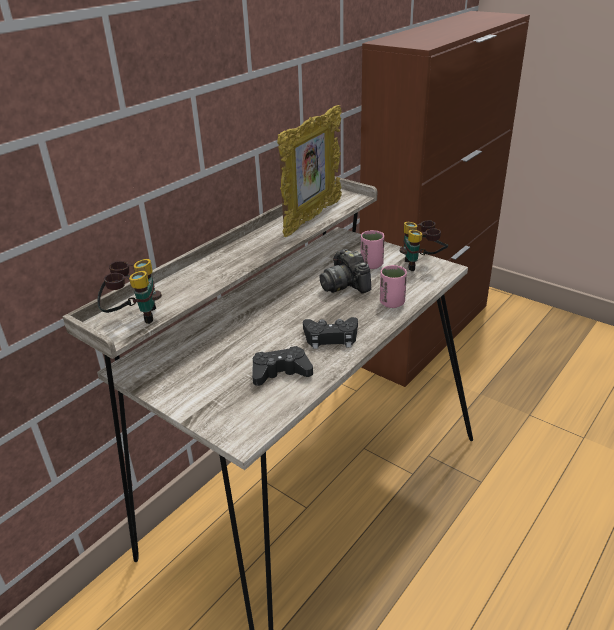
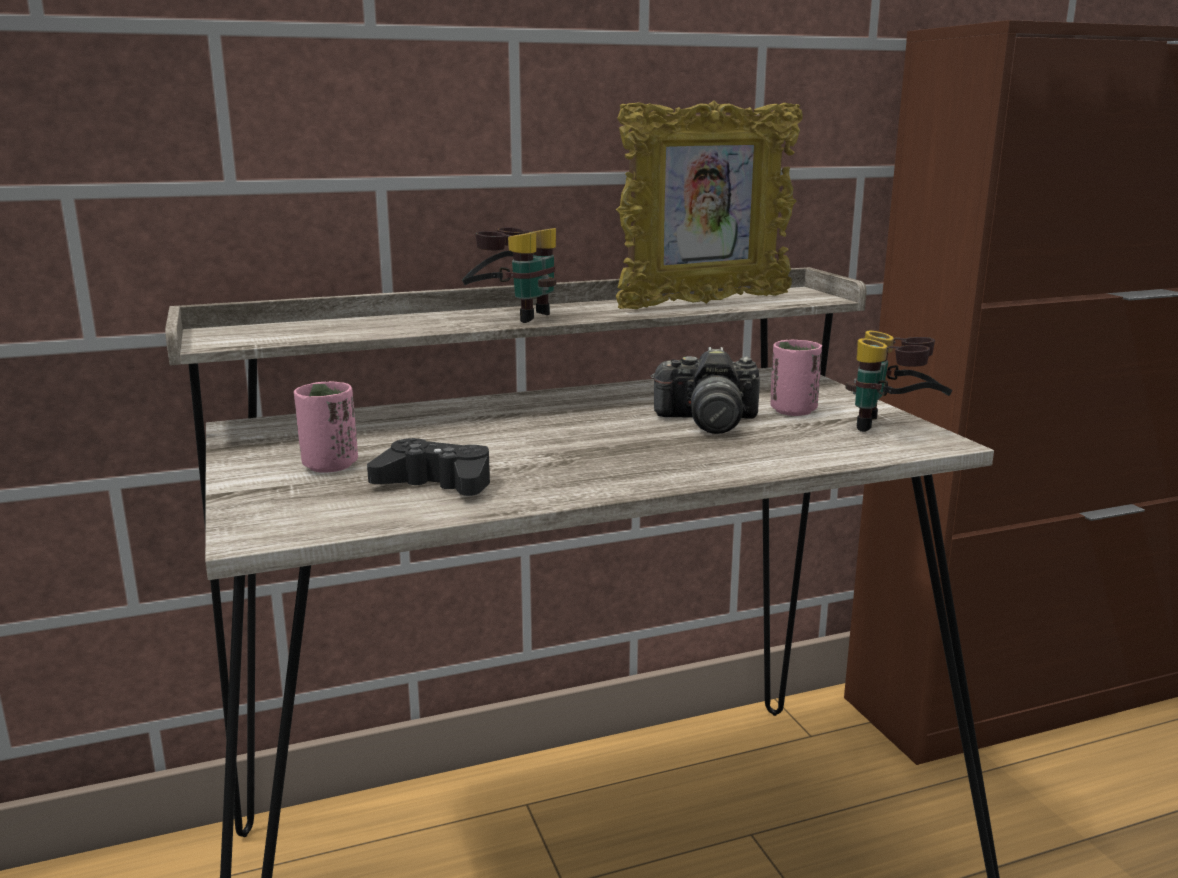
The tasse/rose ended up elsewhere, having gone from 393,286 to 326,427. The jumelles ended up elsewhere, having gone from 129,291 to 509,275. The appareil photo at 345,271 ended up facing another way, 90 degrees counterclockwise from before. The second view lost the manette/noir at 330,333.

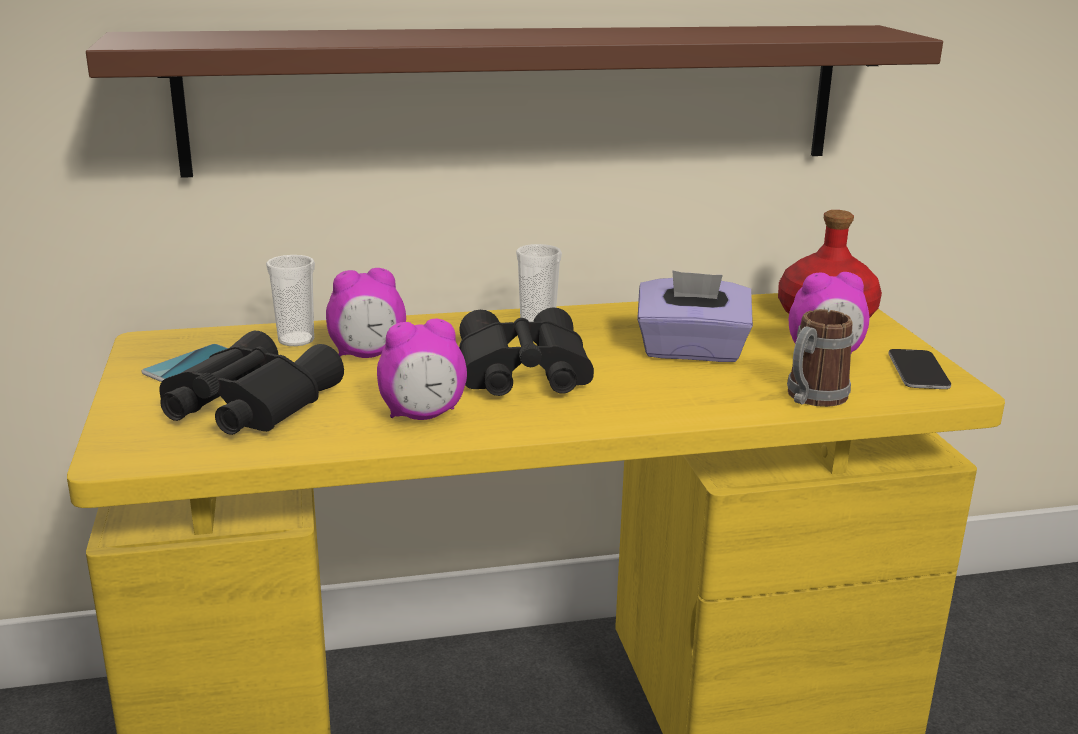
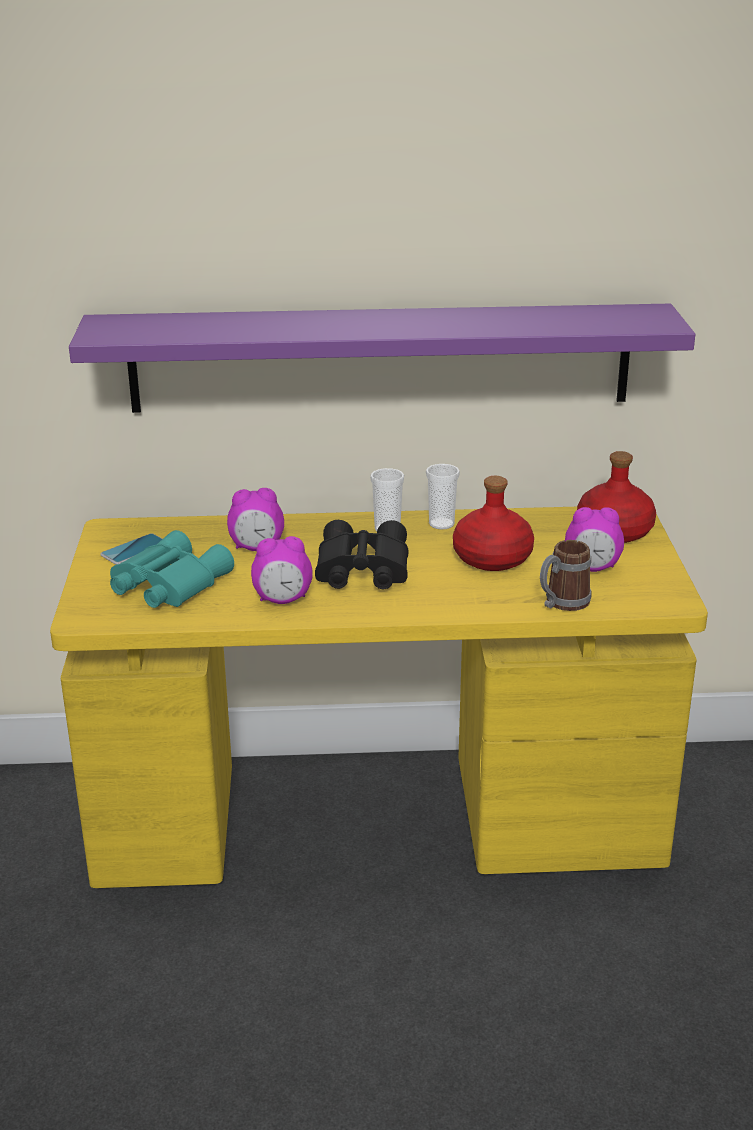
What was the étagère/marron at 514,101 turned into the étagère/violet at 382,358. What was the jumelles/noir at 251,383 turned into the jumelles/turquoise at 172,569. The tasse ended up elsewhere, having gone from 290,300 to 443,496. Where the boîte à mouchoirs/violet stood at 695,316, the bouteille/rouge came to stand at 493,523. The second view lost the téléphone at 919,369.

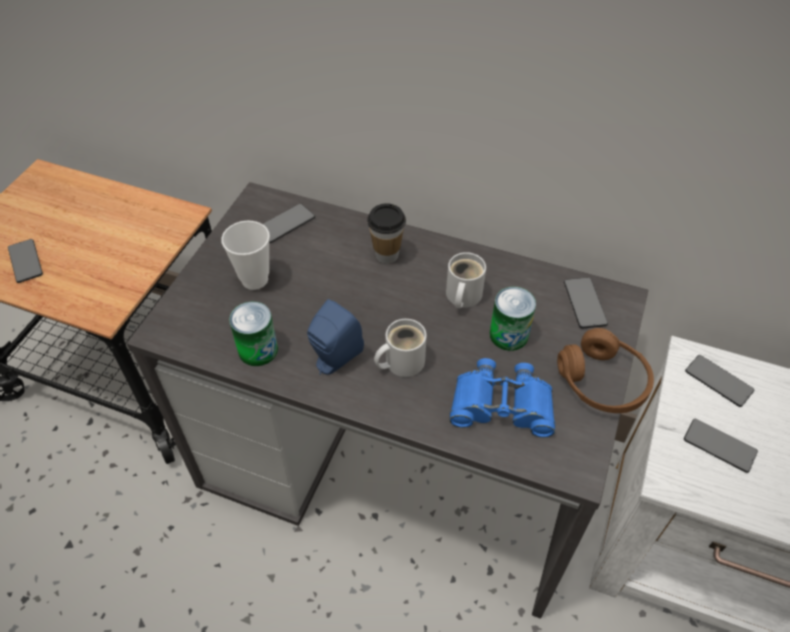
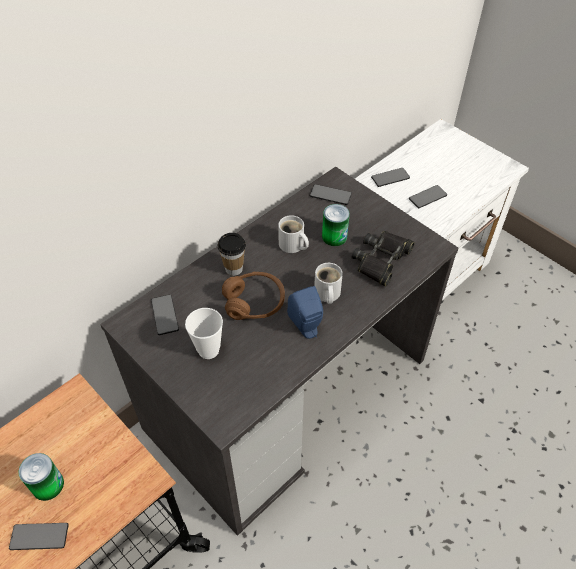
The boîte métallique ended up elsewhere, having gone from 253,334 to 41,477. The casque audio/marron ended up elsewhere, having gone from 605,370 to 253,296. What was the jumelles/bleu at 502,398 turned into the jumelles/noir at 383,259.

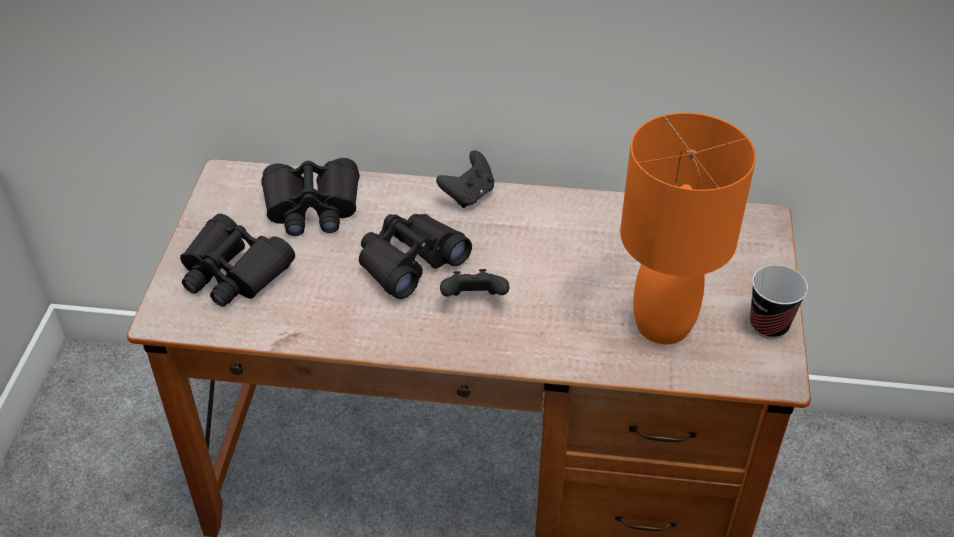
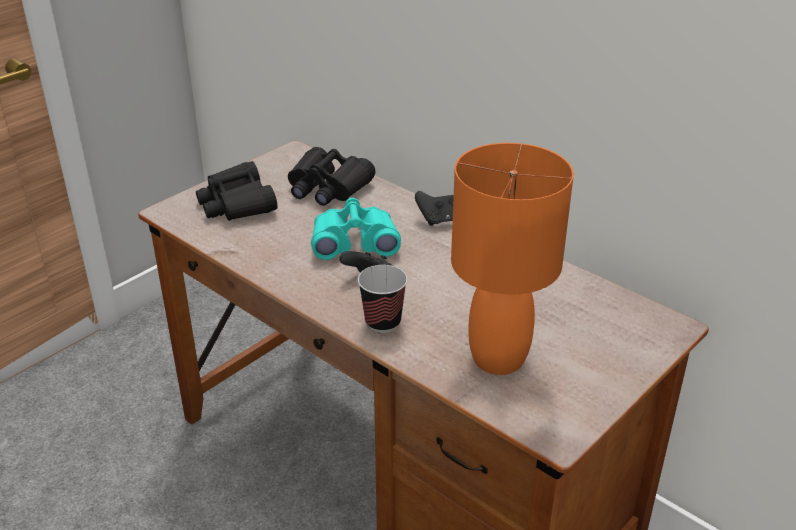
What was the jumelles/noir at 415,256 turned into the jumelles/turquoise at 356,229. The tasse ended up elsewhere, having gone from 779,302 to 382,299.

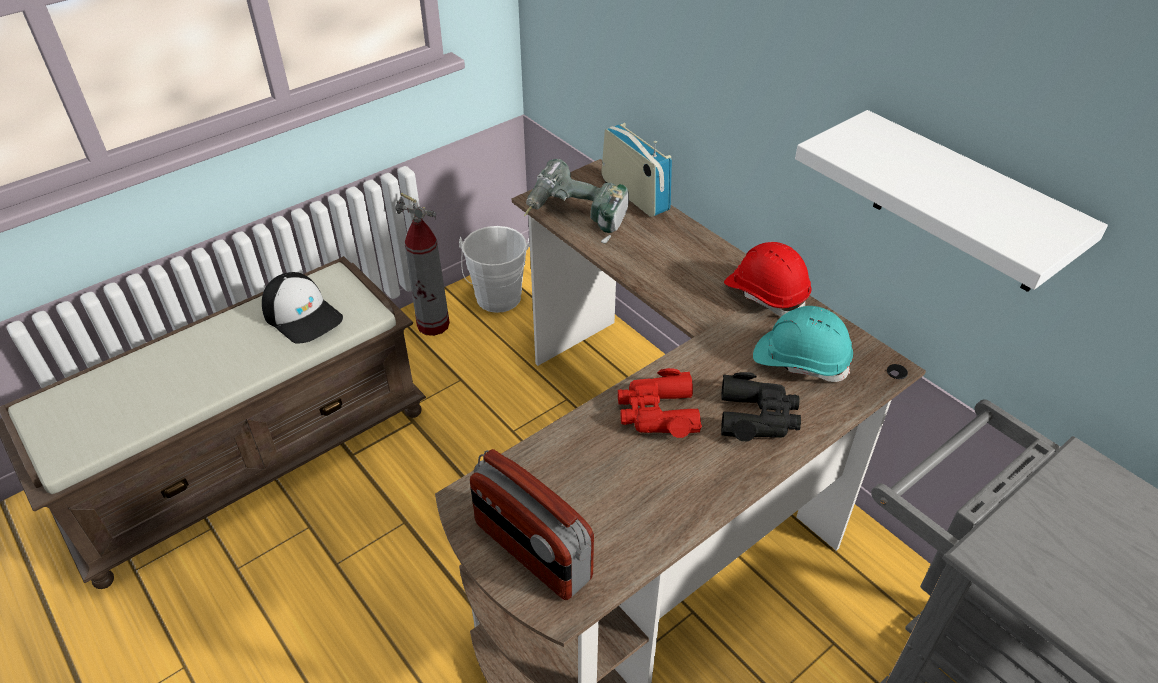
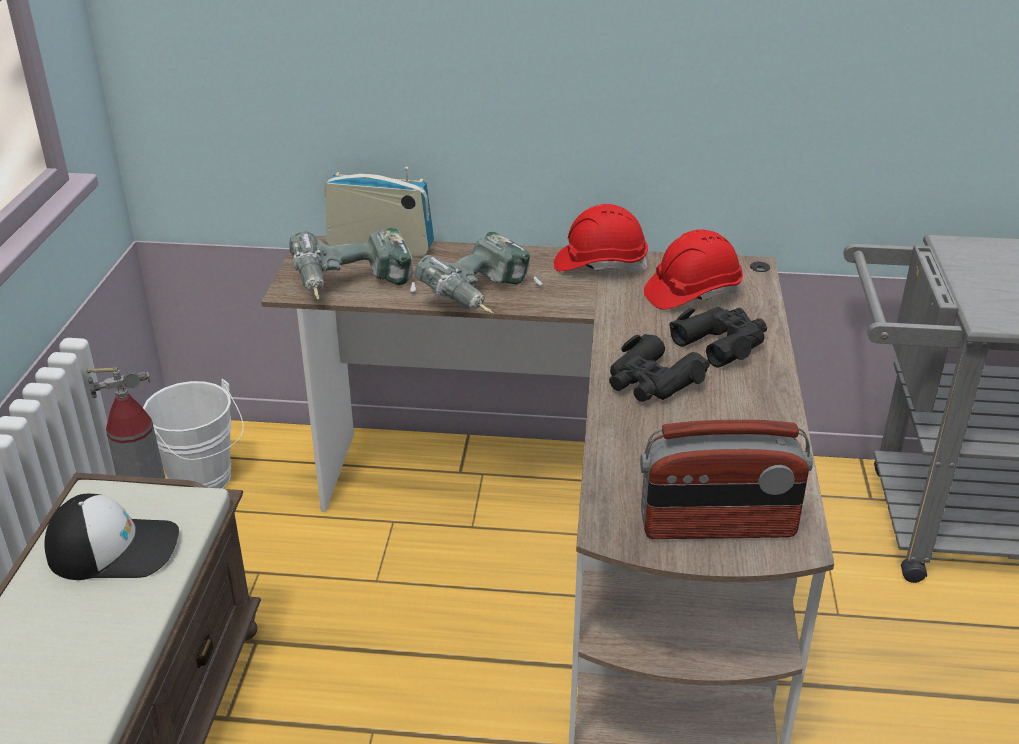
The second view gained the perceuse at 478,273. What was the jumelles/rouge at 660,403 turned into the jumelles/noir at 659,368. What was the casque de chantier/turquoise at 803,344 turned into the casque de chantier/rouge at 693,269. The second view lost the étagère/blanc at 951,201.

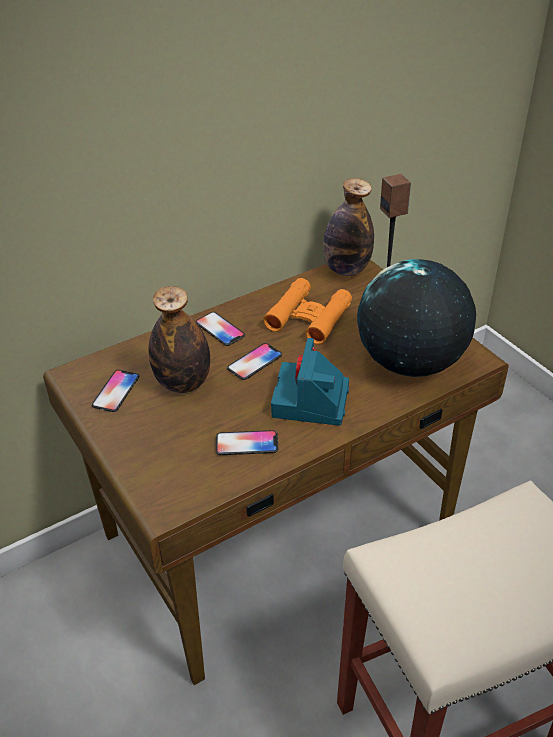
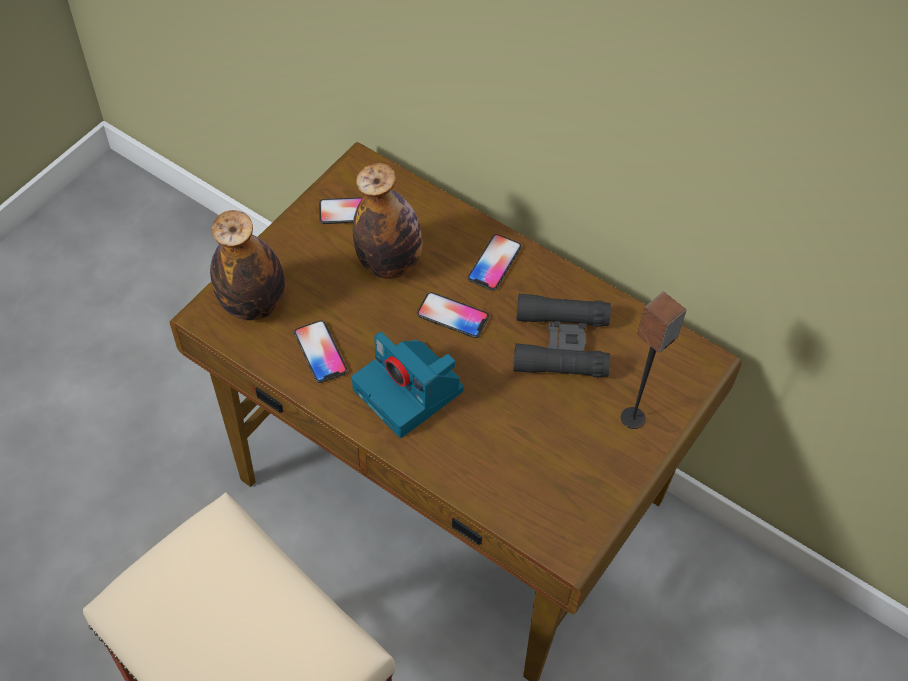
The bouteille ended up elsewhere, having gone from 348,227 to 247,265. The appareil photo at 310,382 ended up facing another way, 120 degrees counterclockwise from before. What was the jumelles/orange at 307,311 turned into the jumelles/noir at 562,335. The second view lost the globe at 416,318.

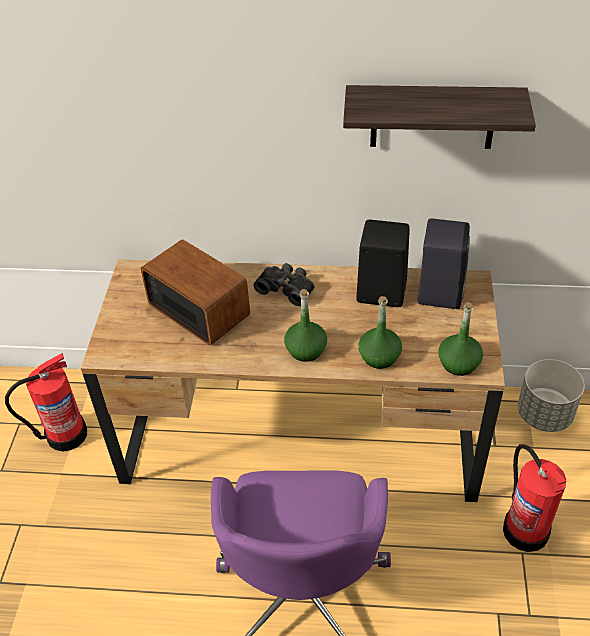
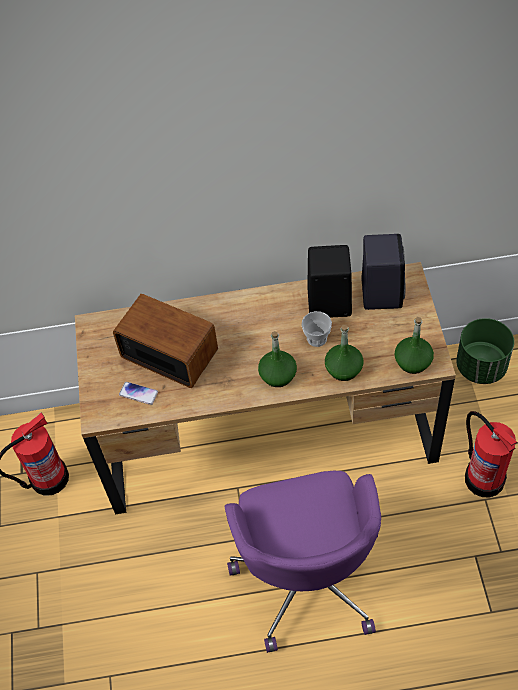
The second view gained the téléphone at 138,393. The second view gained the tasse at 317,329. What was the cache-pot/gris at 551,395 turned into the cache-pot/vert at 485,351. The second view lost the jumelles/noir at 283,284. The second view lost the étagère at 439,117.

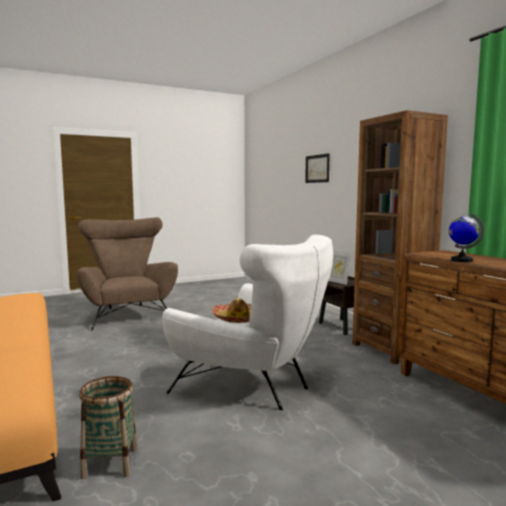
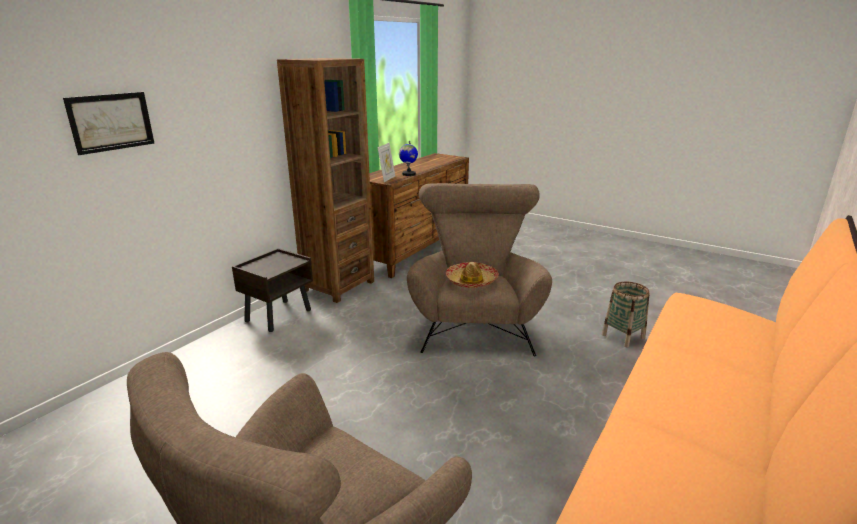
The cadre photo ended up elsewhere, having gone from 339,268 to 386,162. What was the fauteuil/blanc at 247,322 turned into the fauteuil/marron at 479,270.

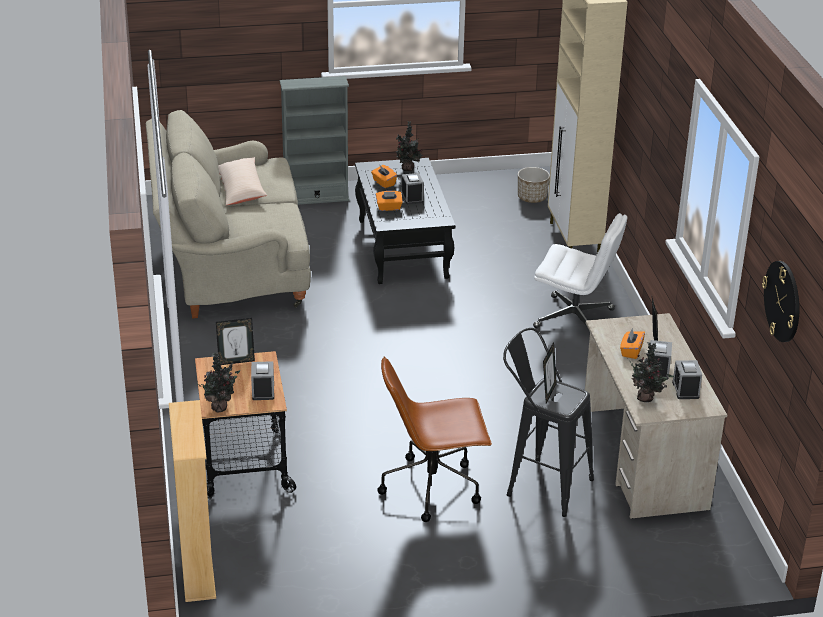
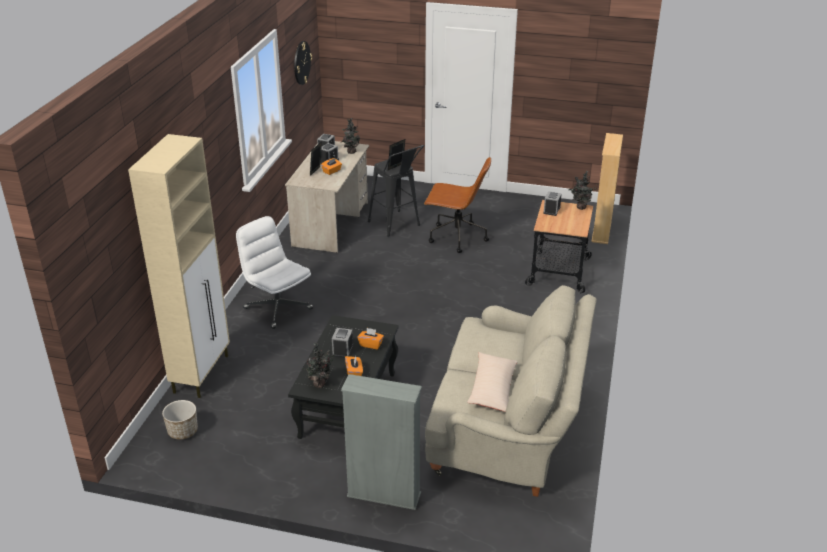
The second view lost the cadre photo at 235,341.

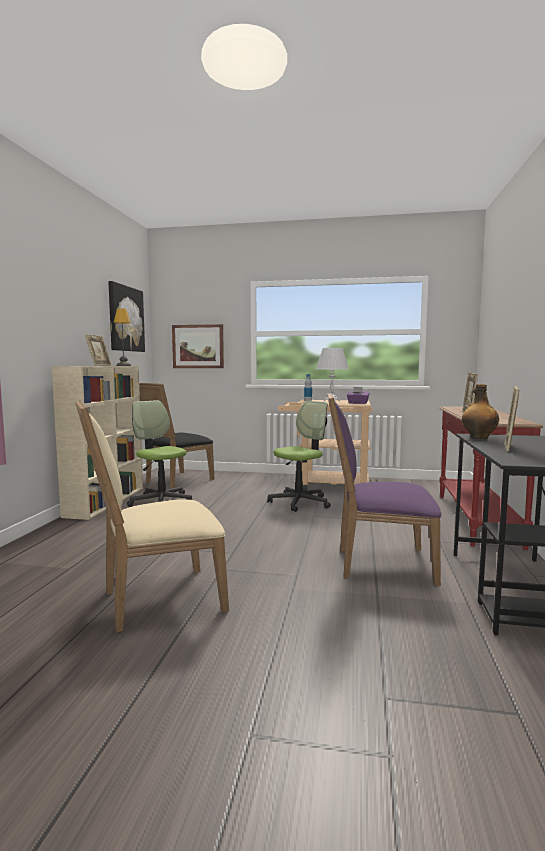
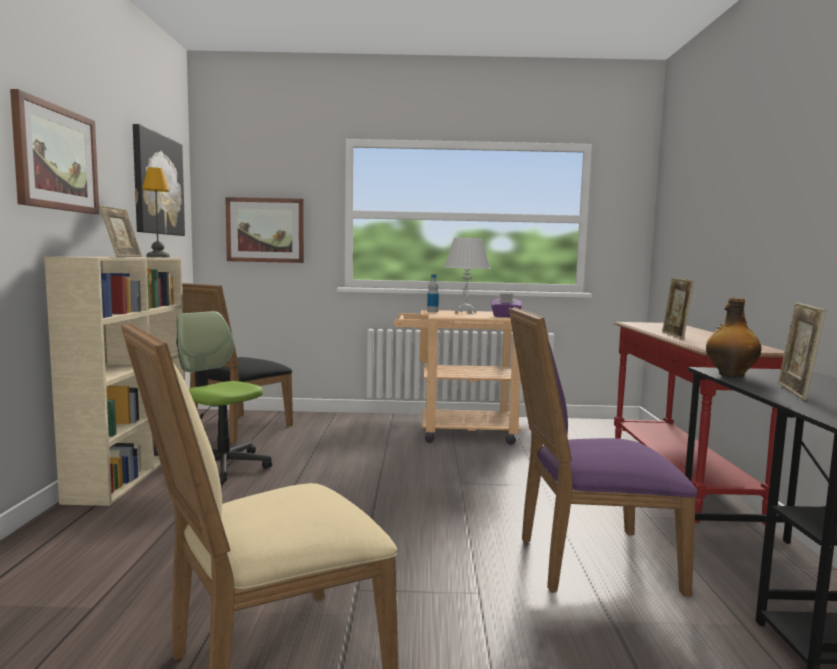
The second view gained the tableau at 54,151. The second view lost the chaise de bureau at 299,456.

